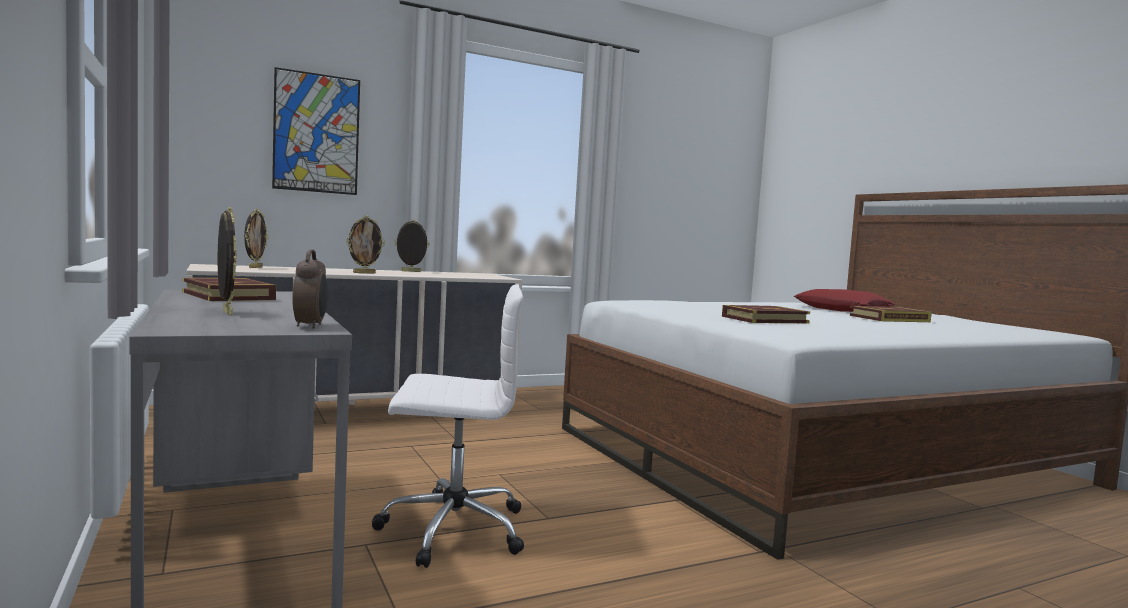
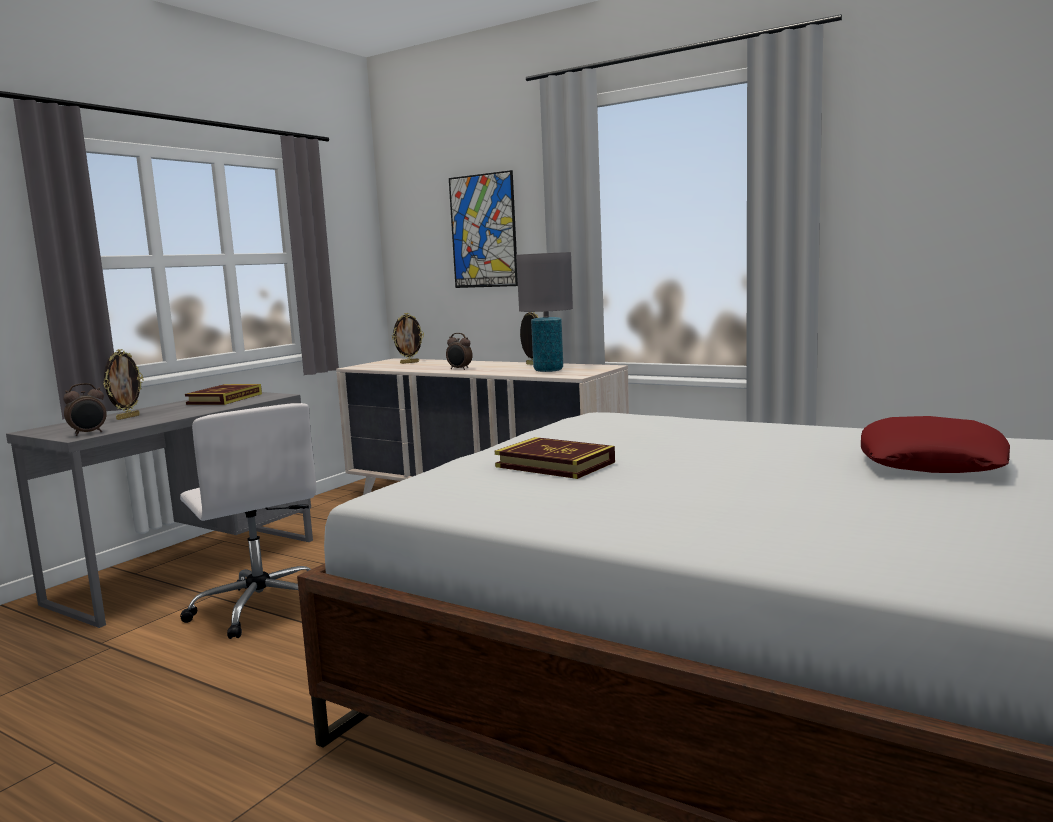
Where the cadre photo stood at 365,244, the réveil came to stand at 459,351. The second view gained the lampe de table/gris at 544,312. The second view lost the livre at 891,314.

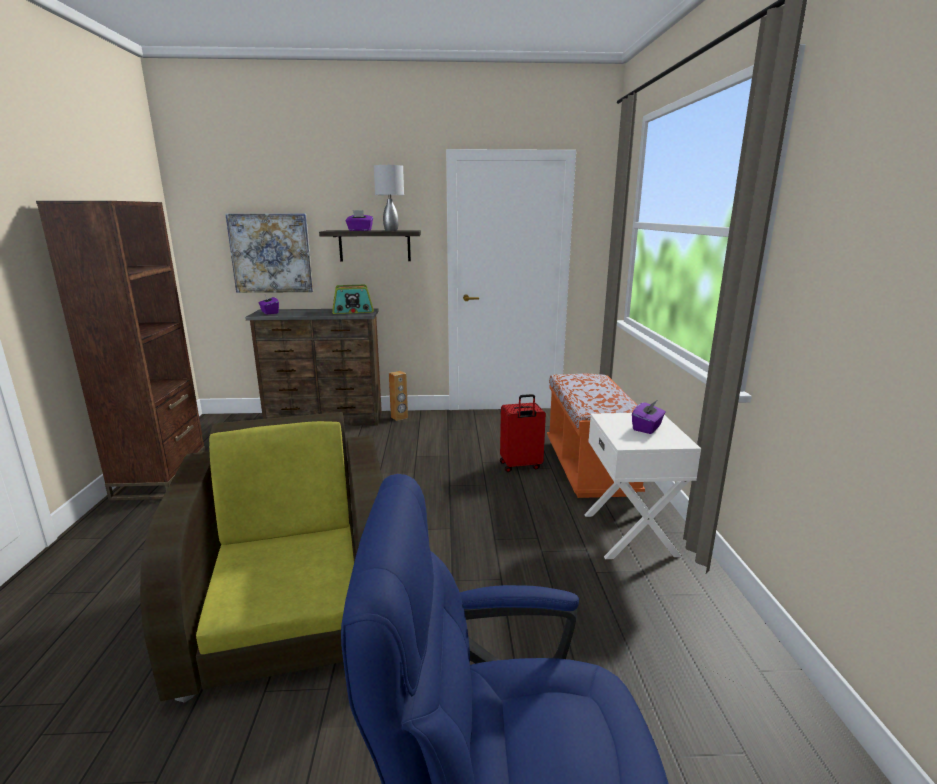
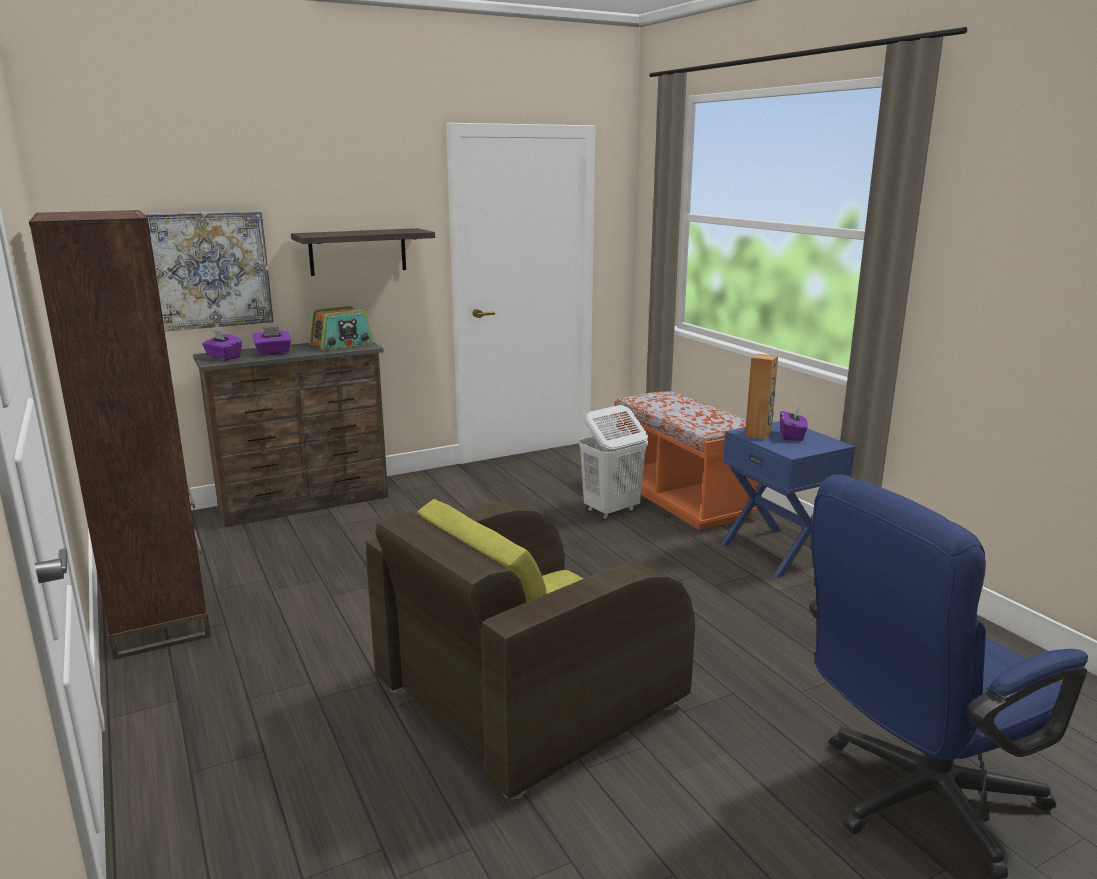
The boîte à mouchoirs/violet ended up elsewhere, having gone from 359,220 to 271,341. The fauteuil/marron at 261,557 ended up facing another way, 90 degrees counterclockwise from before. Where the valise/rouge stood at 523,433, the panier à linge/blanc came to stand at 613,462. What was the table de chevet/blanc at 642,486 turned into the table de chevet/bleu at 788,499. The enceinte/marron ended up elsewhere, having gone from 398,396 to 761,396. The second view lost the lampe de table/gris at 389,198.

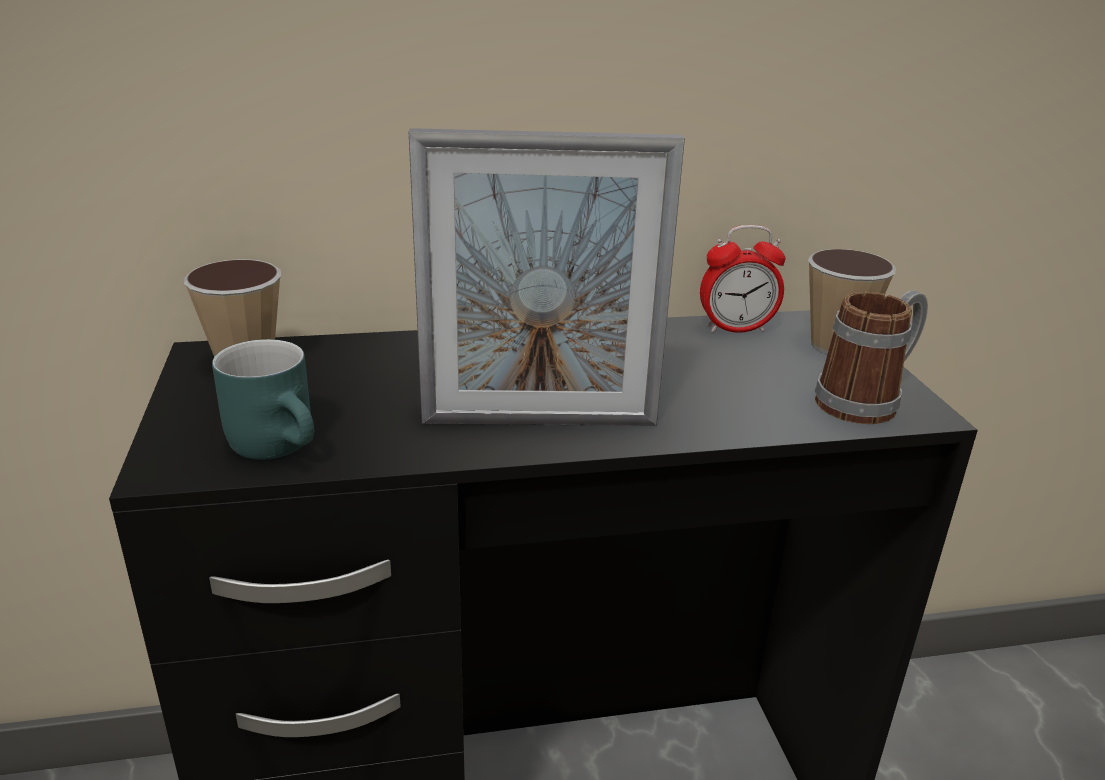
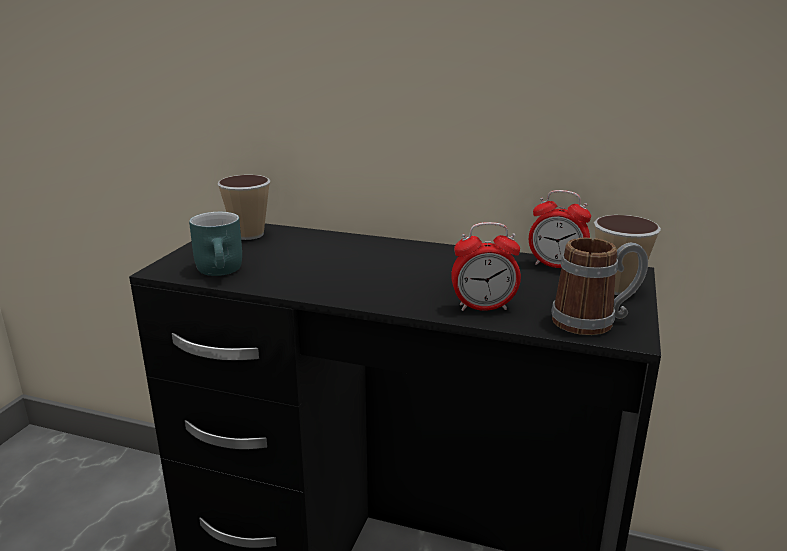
The second view gained the réveil at 486,266. The second view lost the cadre photo at 547,277.

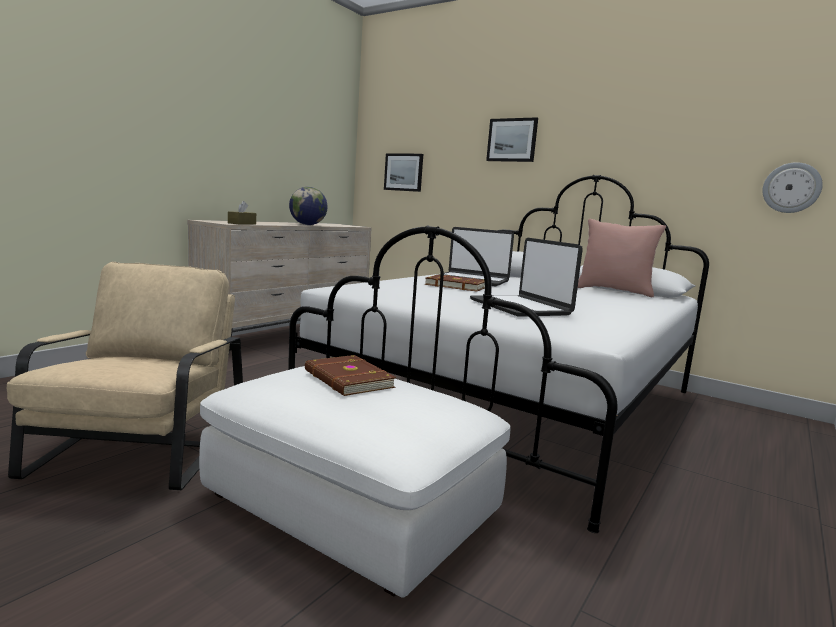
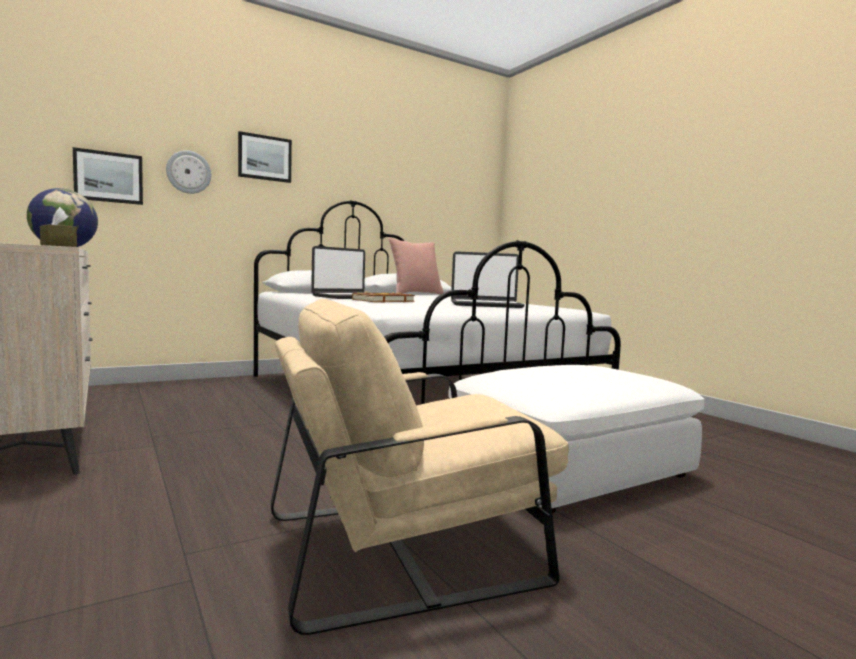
The horloge murale ended up elsewhere, having gone from 792,187 to 188,172. The fauteuil/beige at 125,376 ended up facing another way, 45 degrees counterclockwise from before. The second view lost the livre/marron at 350,375.

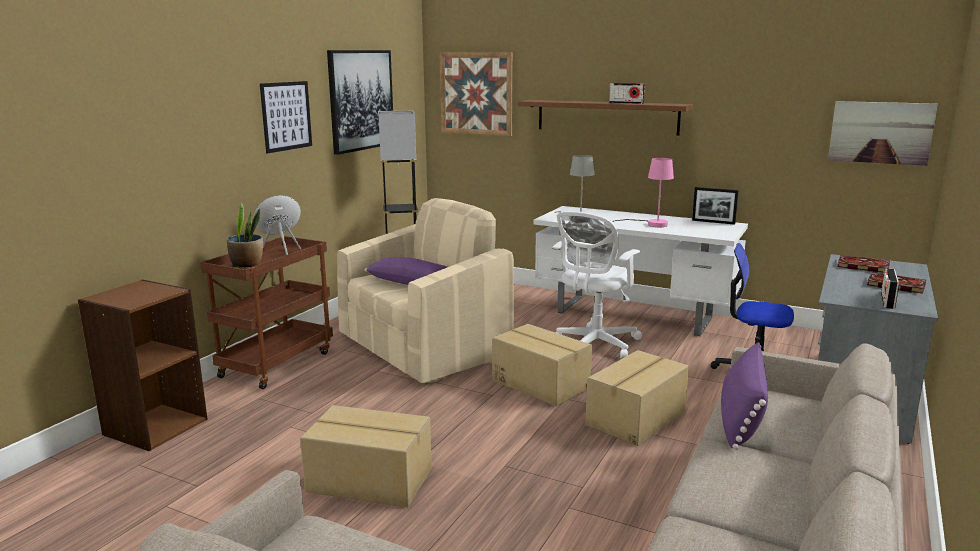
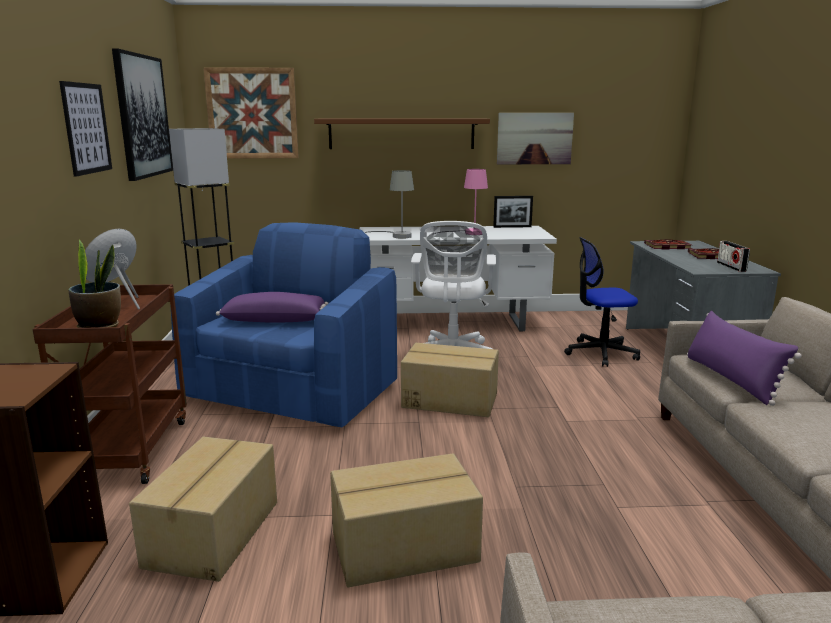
The carton ended up elsewhere, having gone from 637,398 to 203,509. What was the fauteuil/beige at 425,290 turned into the fauteuil/bleu at 284,324. The tableau ended up elsewhere, having gone from 883,133 to 535,138. The second view lost the radio at 627,93.

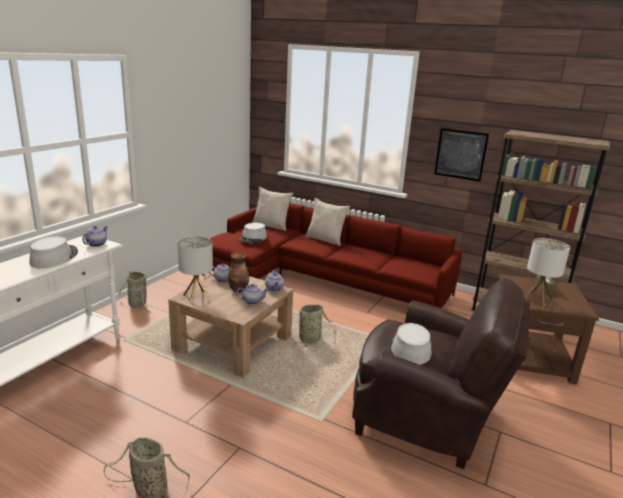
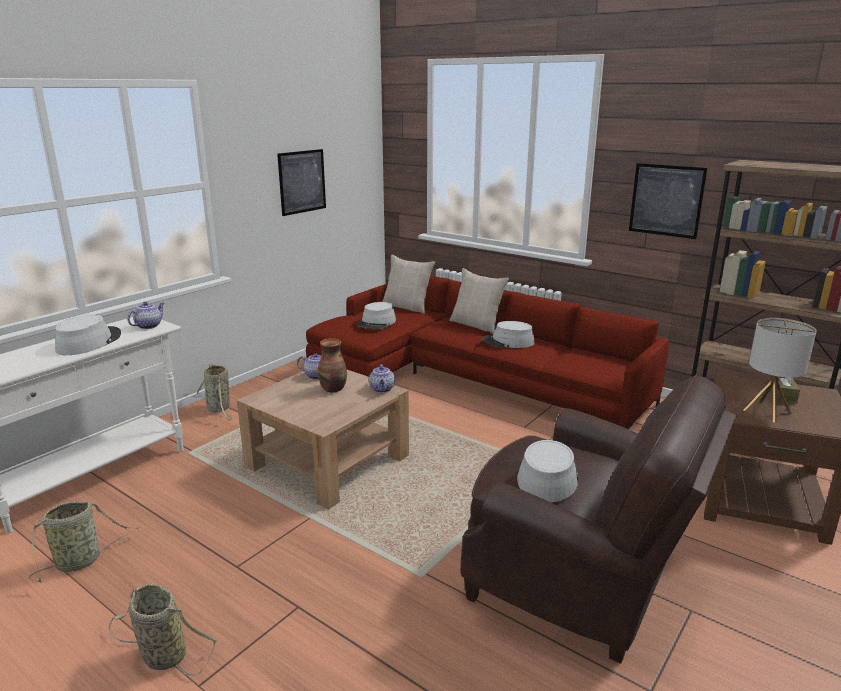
The panier ended up elsewhere, having gone from 313,325 to 84,542. The second view gained the tableau at 301,182. The second view gained the chapeau/gris at 508,334. The second view lost the lampe de table at 195,270. The second view lost the théière at 252,294.

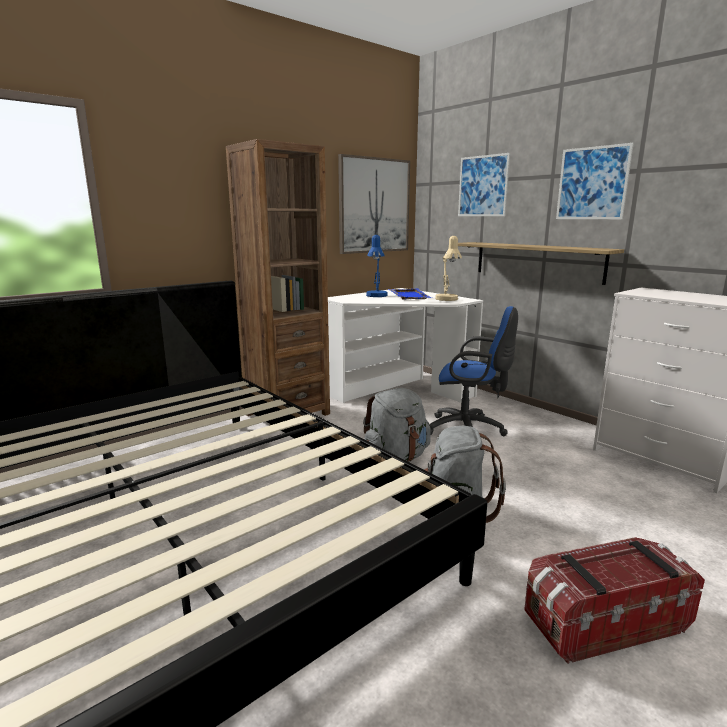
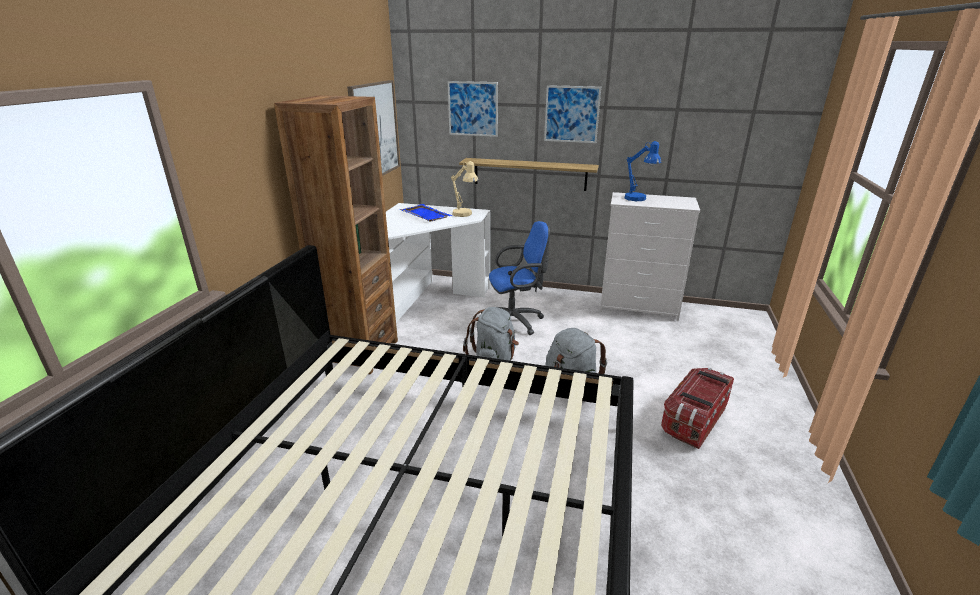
The lampe de table/bleu ended up elsewhere, having gone from 377,266 to 643,171.

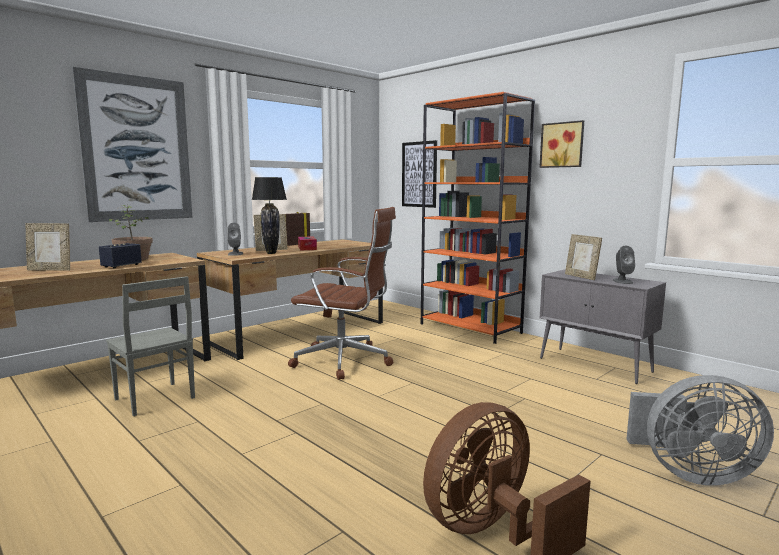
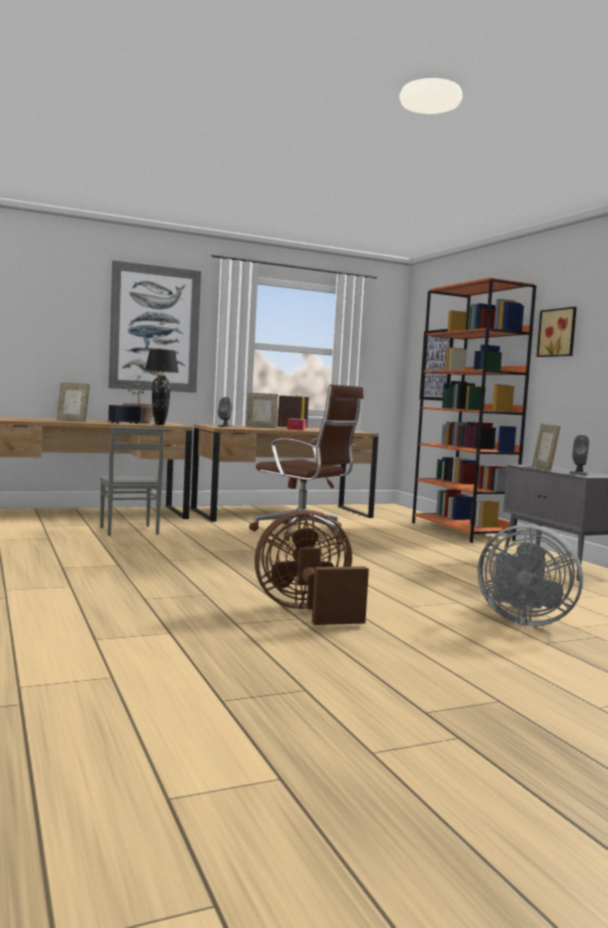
The lampe de table/noir ended up elsewhere, having gone from 269,215 to 162,387.

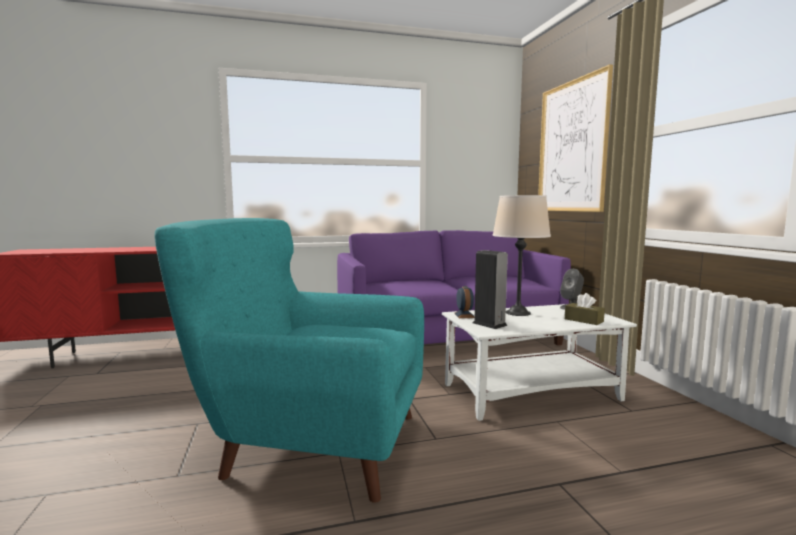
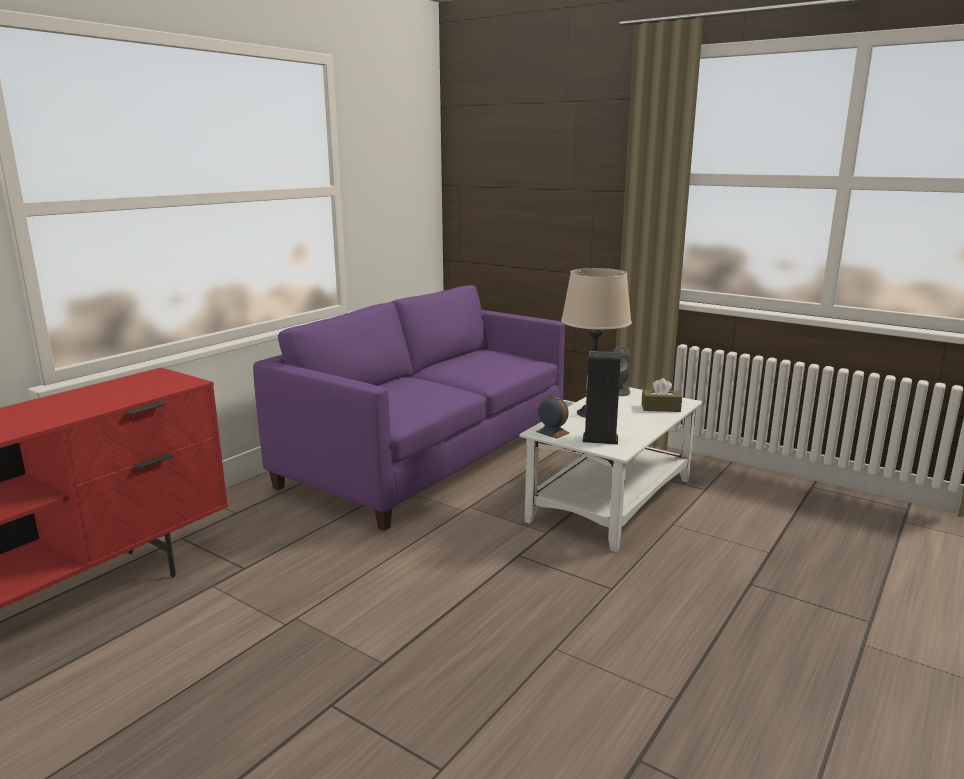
The second view lost the fauteuil/turquoise at 289,360. The second view lost the tableau at 575,138.

